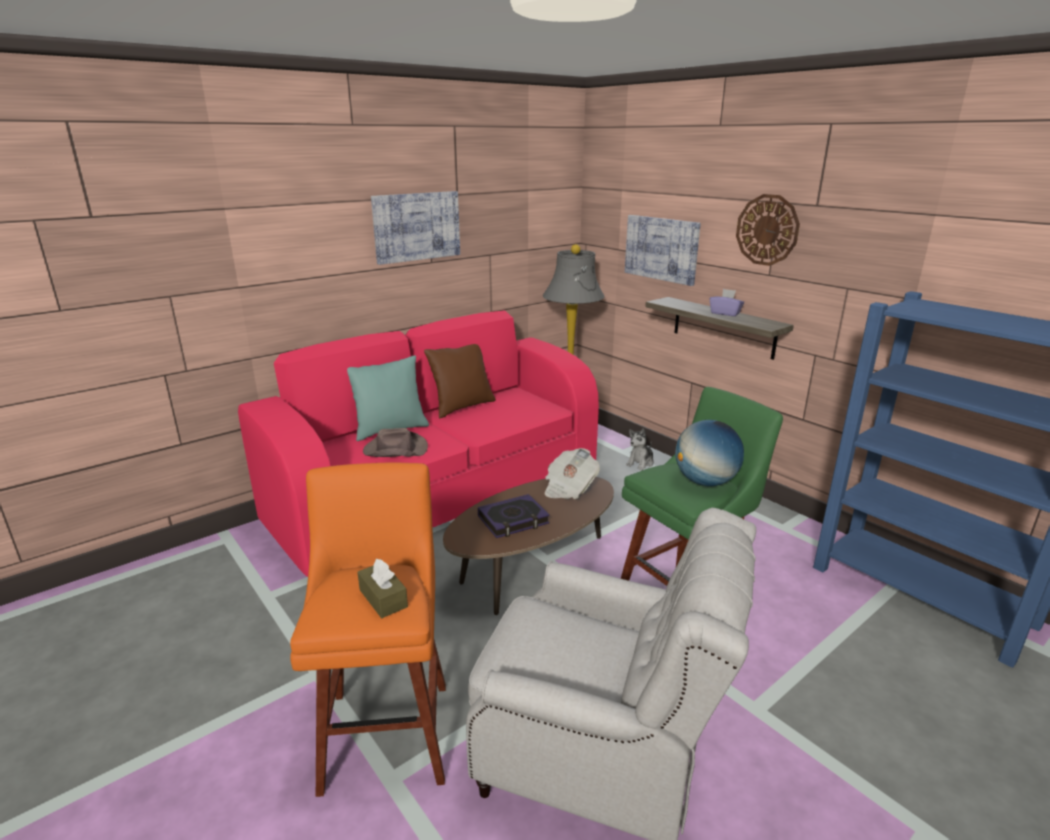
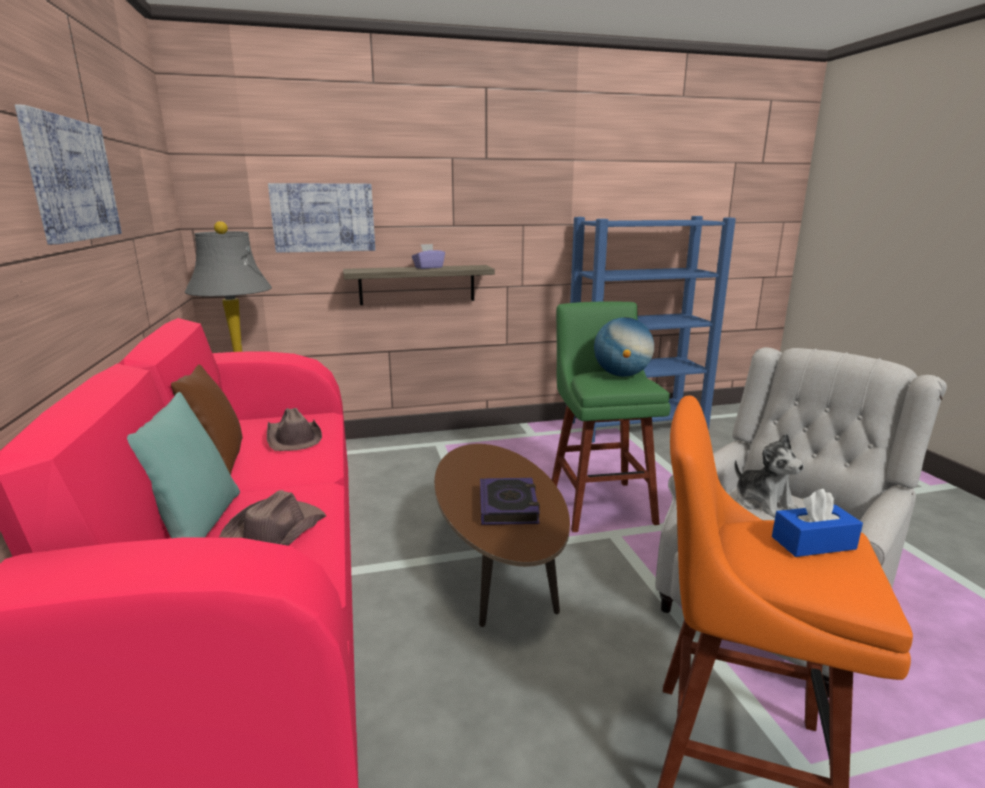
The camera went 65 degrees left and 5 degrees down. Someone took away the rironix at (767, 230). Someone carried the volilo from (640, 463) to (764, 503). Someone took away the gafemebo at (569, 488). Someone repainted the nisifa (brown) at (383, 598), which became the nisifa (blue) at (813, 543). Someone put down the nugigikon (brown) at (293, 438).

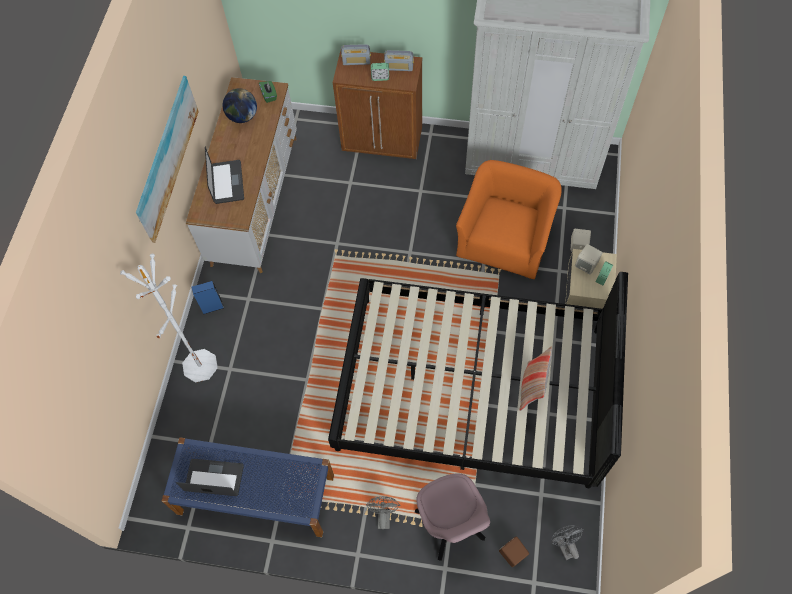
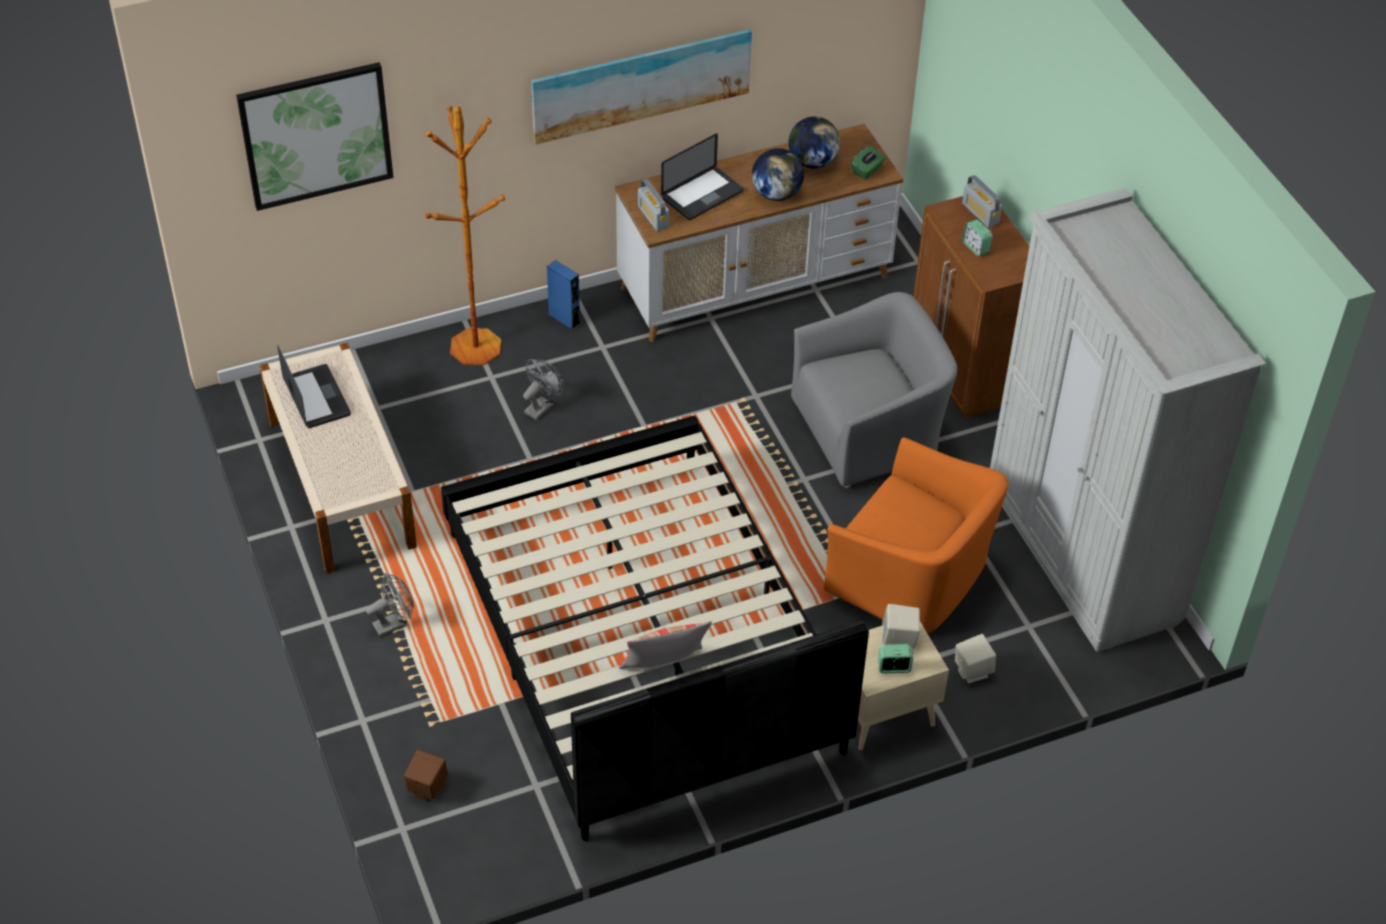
The camera went 55 degrees right and 15 degrees down. Someone carried the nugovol from (399, 67) to (653, 217). Someone rotated the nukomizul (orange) at (504, 240) by 45 degrees clockwise. Someone repainted the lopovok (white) at (200, 365), which became the lopovok (orange) at (476, 346). Someone repainted the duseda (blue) at (255, 495), which became the duseda (beige) at (340, 483). Someone took away the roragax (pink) at (450, 525). Someone carried the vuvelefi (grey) from (564, 545) to (541, 406). Someone put up the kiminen at (316, 135). Someone put down the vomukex at (776, 194). Someone put down the nukomizul (grey) at (868, 431).

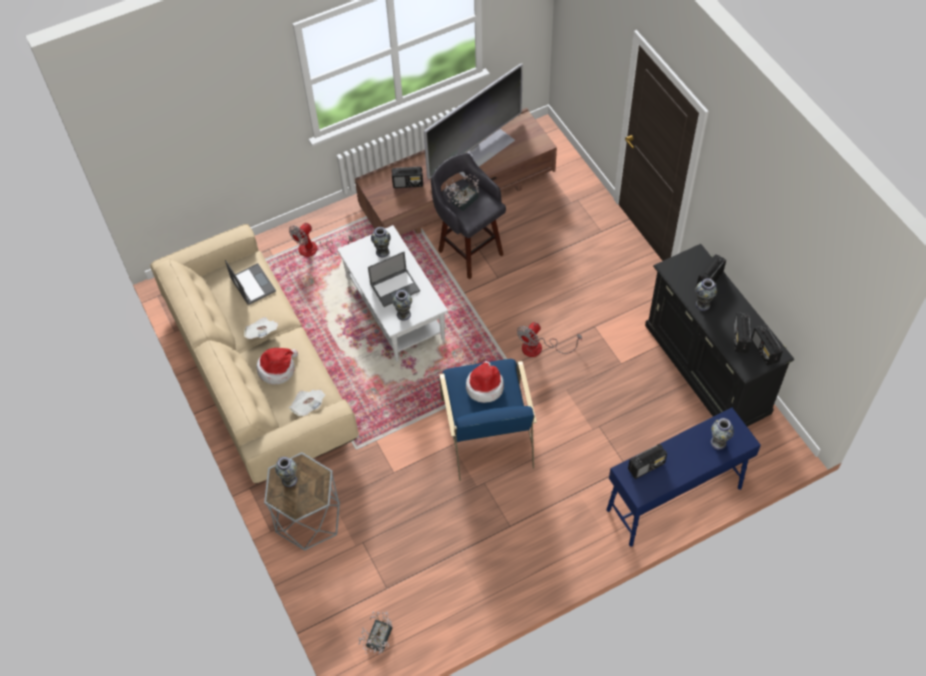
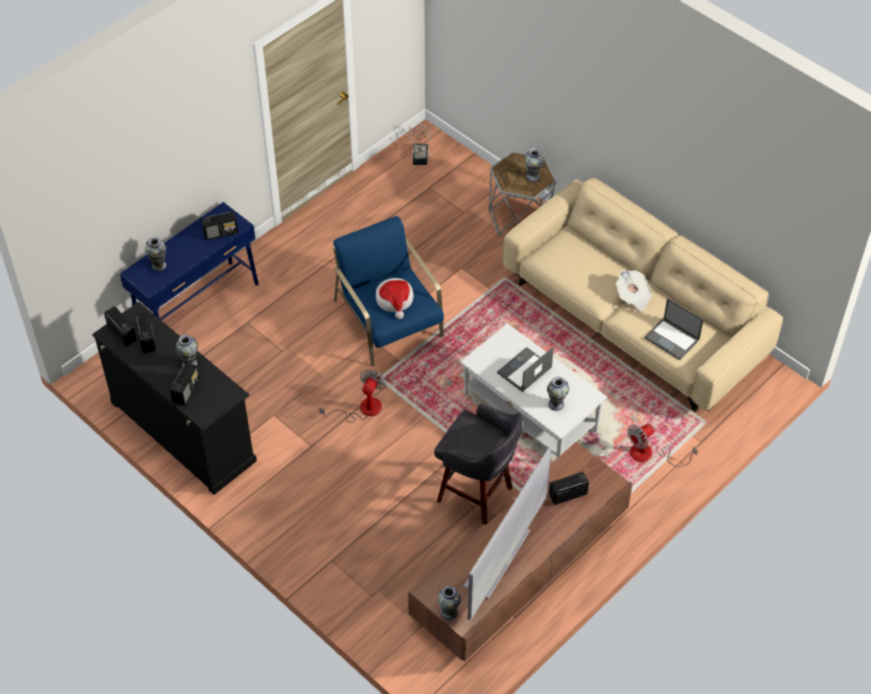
The camera went 160 degrees right and 5 degrees down. Someone took away the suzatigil at (462, 202). Someone rotated the vuvelefi at (315, 249) by 150 degrees counterclockwise. Someone carried the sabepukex from (403, 314) to (449, 612). Someone took away the nugigikon at (277, 369). Someone took away the gafemebo at (308, 406). Someone rotated the nugovol at (646, 466) by 150 degrees counterclockwise.

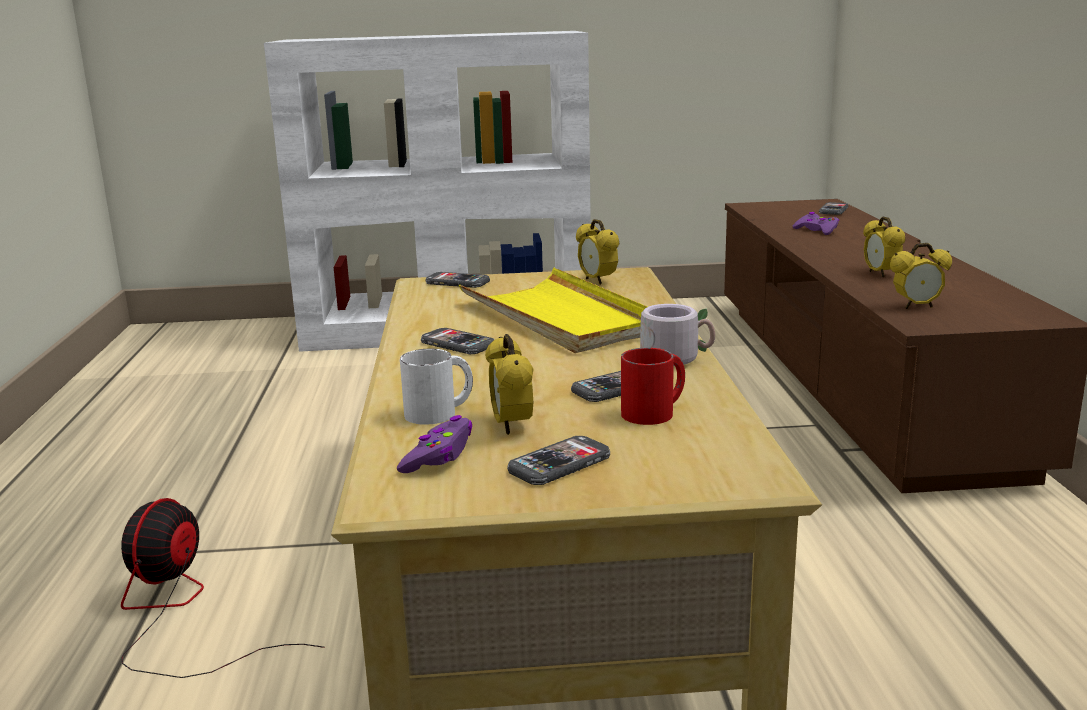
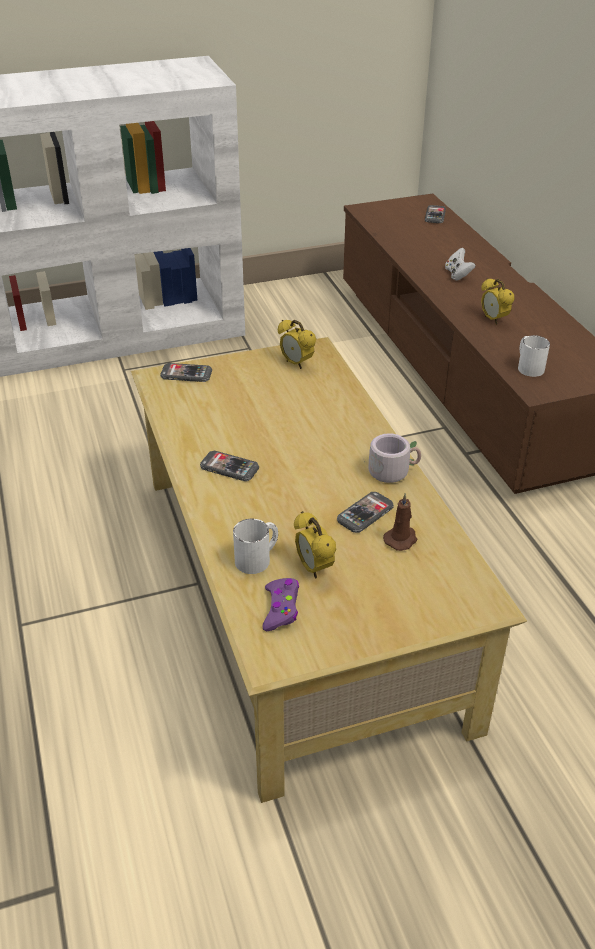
The camera went 15 degrees left and 20 degrees up. Someone took away the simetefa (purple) at (816, 230). Someone swapped the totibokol at (916, 307) for the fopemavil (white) at (528, 366). Someone took away the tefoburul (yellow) at (562, 317). Someone swapped the fopemavil (red) at (655, 412) for the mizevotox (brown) at (401, 539). Someone took away the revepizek at (559, 464). Someone took away the vuvelefi at (180, 614). Someone put down the simetefa (white) at (457, 275).

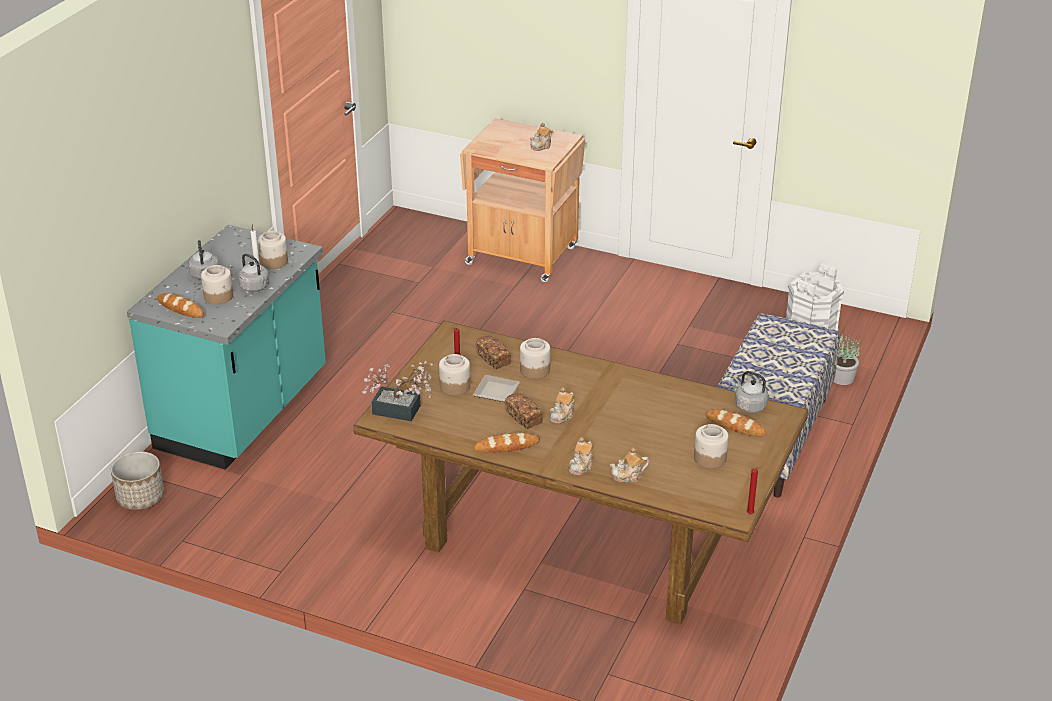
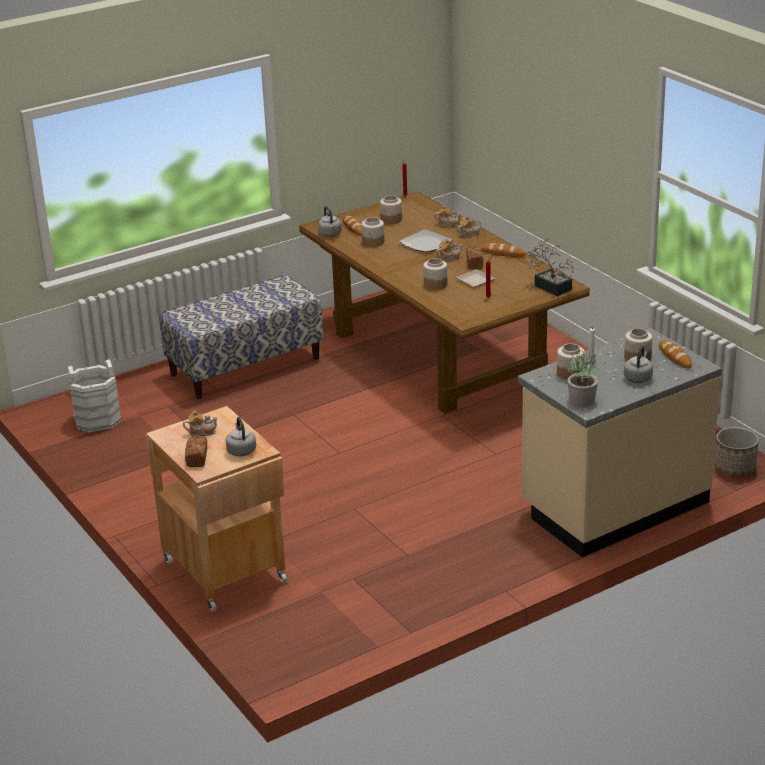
The camera went 145 degrees left and 5 degrees down. Someone repainted the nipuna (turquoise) at (244, 413), which became the nipuna (beige) at (614, 505). Someone carried the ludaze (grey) from (256, 287) to (241, 450). Someone carried the suzatigil from (842, 378) to (582, 400). Someone carried the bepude from (493, 359) to (197, 458). Someone carried the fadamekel from (454, 386) to (373, 242). Someone put down the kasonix at (425, 243).

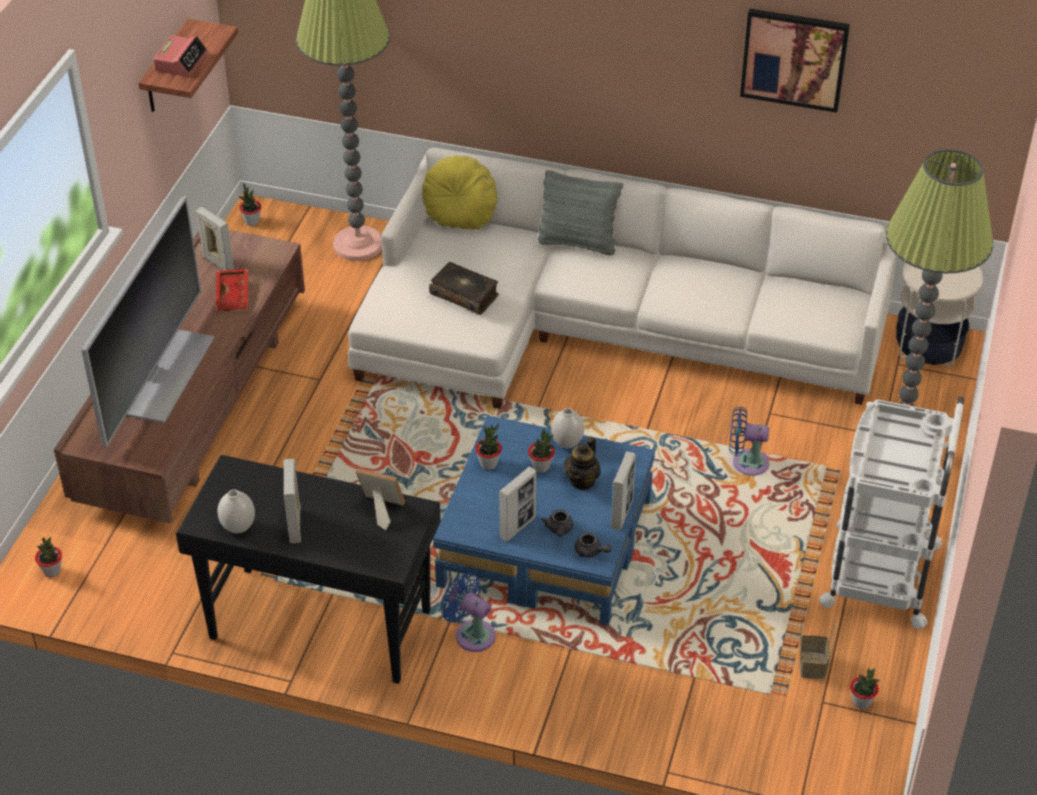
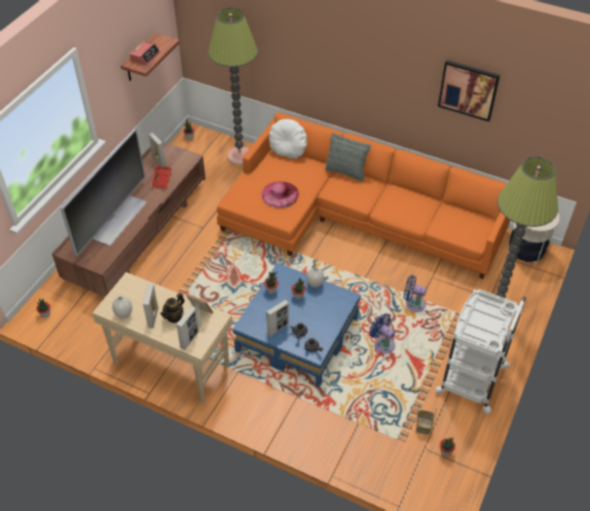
The camera went 10 degrees right and 5 degrees up. Someone repainted the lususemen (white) at (601, 325), which became the lususemen (orange) at (354, 216). Someone repainted the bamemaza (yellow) at (460, 220), which became the bamemaza (white) at (288, 152). Someone swapped the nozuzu at (465, 294) for the nugigikon (pink) at (280, 194). Someone carried the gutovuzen from (582, 481) to (174, 316). Someone carried the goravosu from (622, 514) to (189, 339). Someone repainted the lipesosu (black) at (319, 625), which became the lipesosu (beige) at (170, 364). Someone carried the vuvelefi (blue) from (471, 633) to (383, 344).

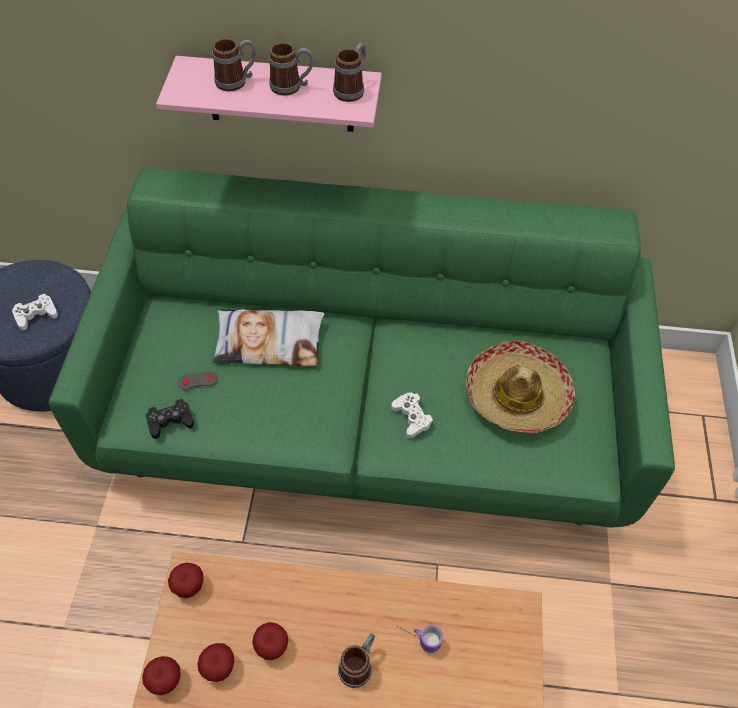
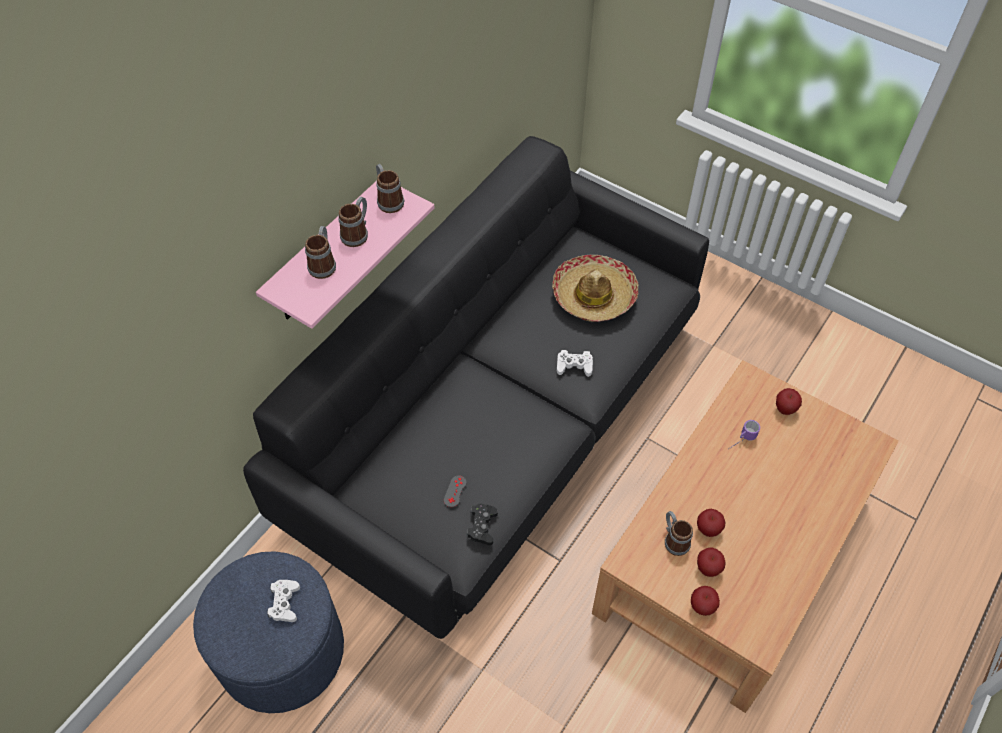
The camera went 60 degrees left and 0 degrees up. Someone repainted the lususemen (green) at (367, 418), which became the lususemen (black) at (499, 424). Someone took away the bamemaza at (269, 342). Someone carried the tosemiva from (189, 587) to (785, 409). Someone carried the fopemavil from (359, 664) to (674, 539).

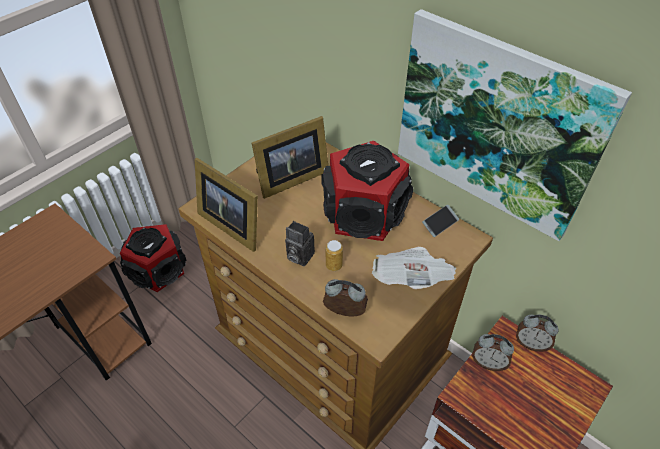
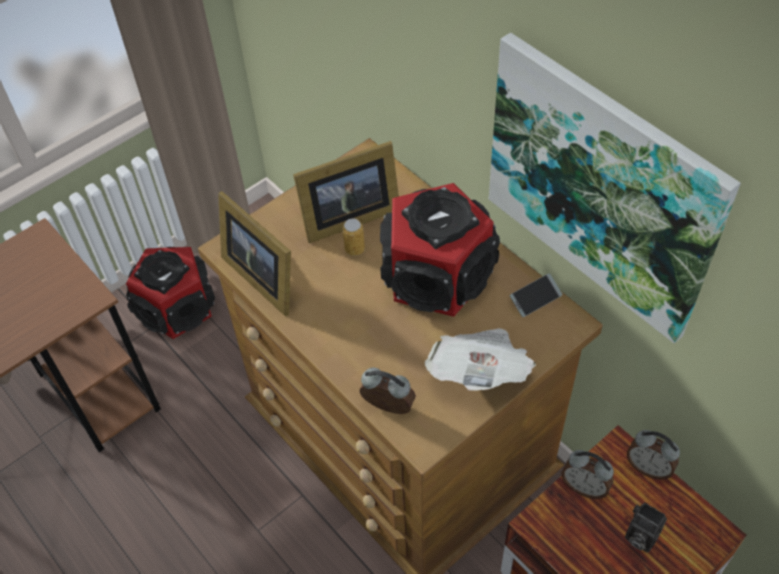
The camera went 10 degrees right and 5 degrees up. Someone carried the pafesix from (298, 256) to (639, 536). Someone carried the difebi from (334, 265) to (354, 249).

